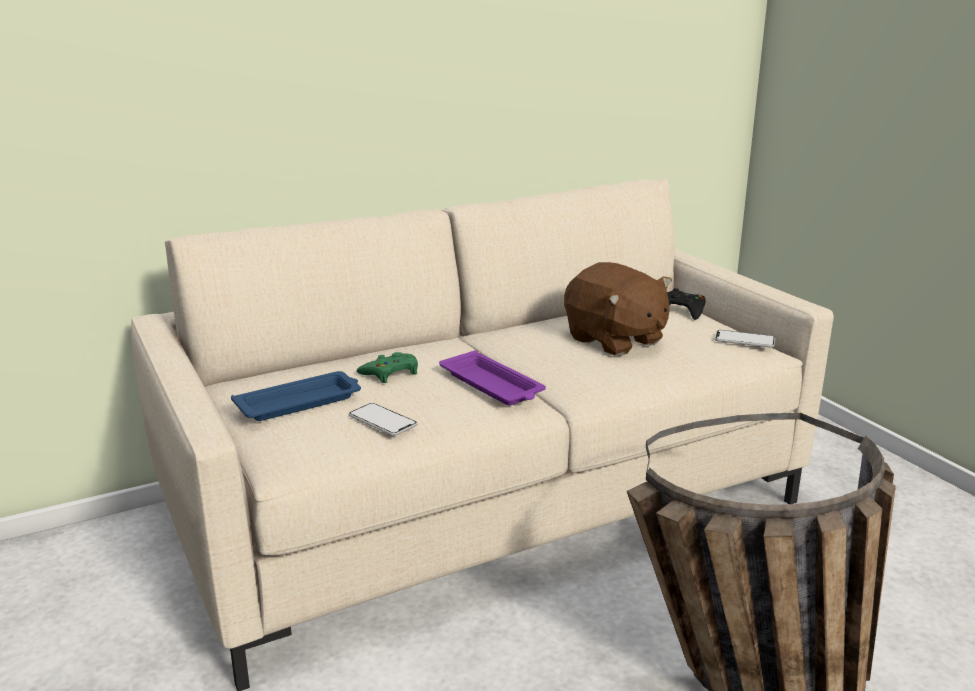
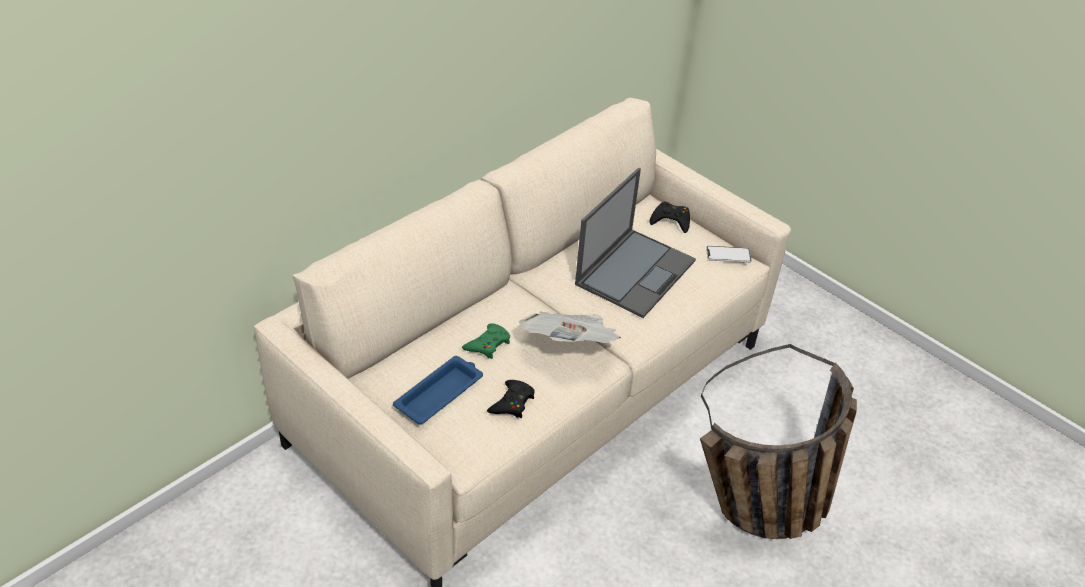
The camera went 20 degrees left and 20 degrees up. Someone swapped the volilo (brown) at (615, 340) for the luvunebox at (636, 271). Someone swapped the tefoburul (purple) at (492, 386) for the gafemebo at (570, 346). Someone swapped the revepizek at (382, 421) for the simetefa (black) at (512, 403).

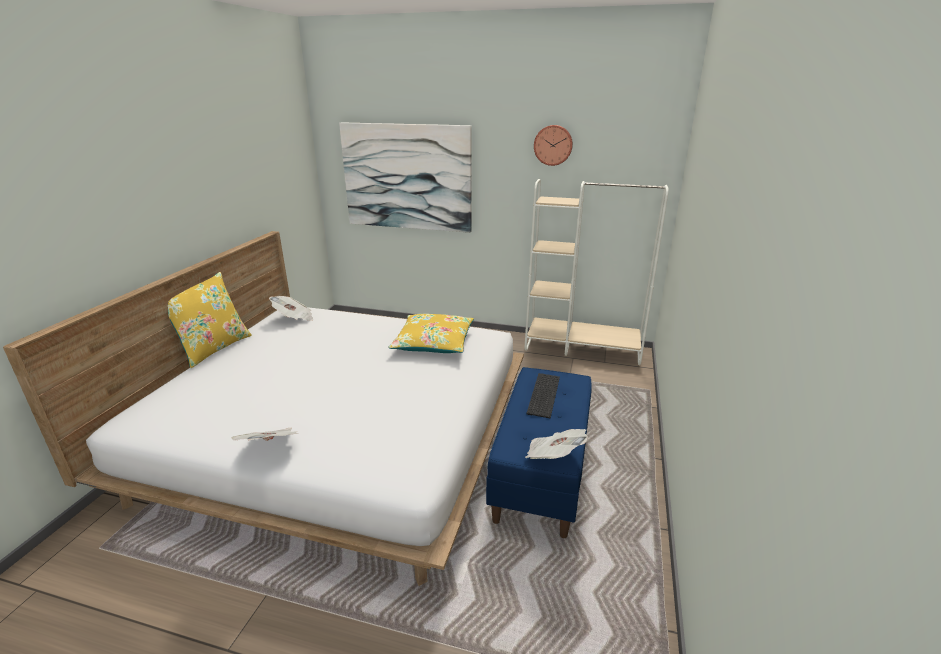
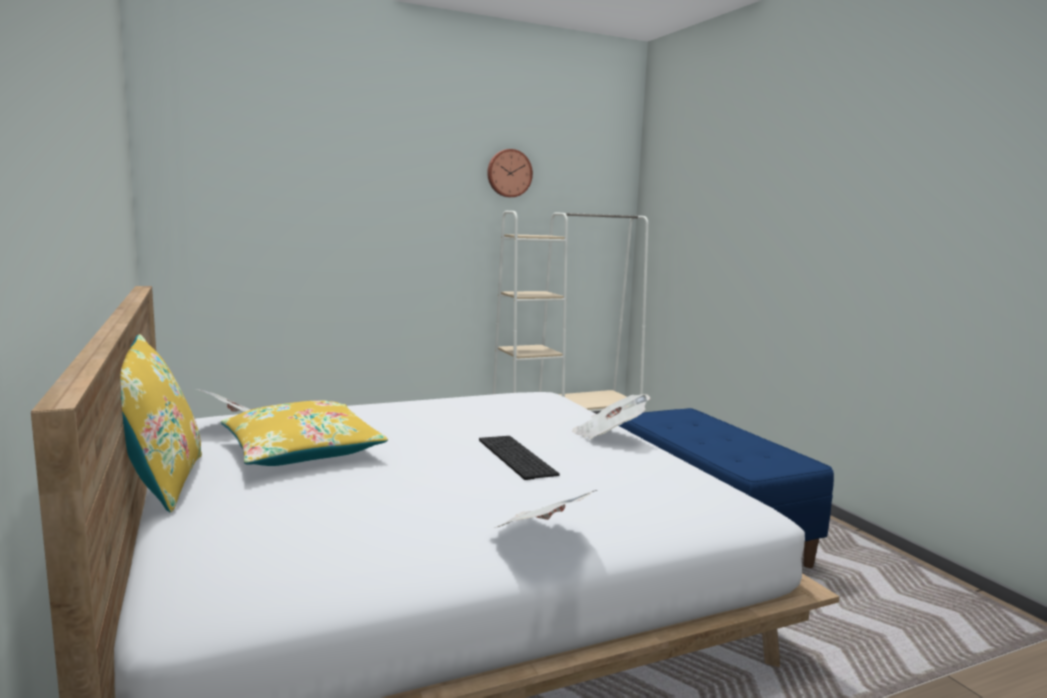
The camera went 40 degrees left and 15 degrees down. Someone took away the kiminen at (407, 177). Someone carried the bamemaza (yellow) from (433, 342) to (302, 451). Someone carried the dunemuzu from (542, 394) to (513, 456). Someone carried the gafemebo from (553, 456) to (609, 435).

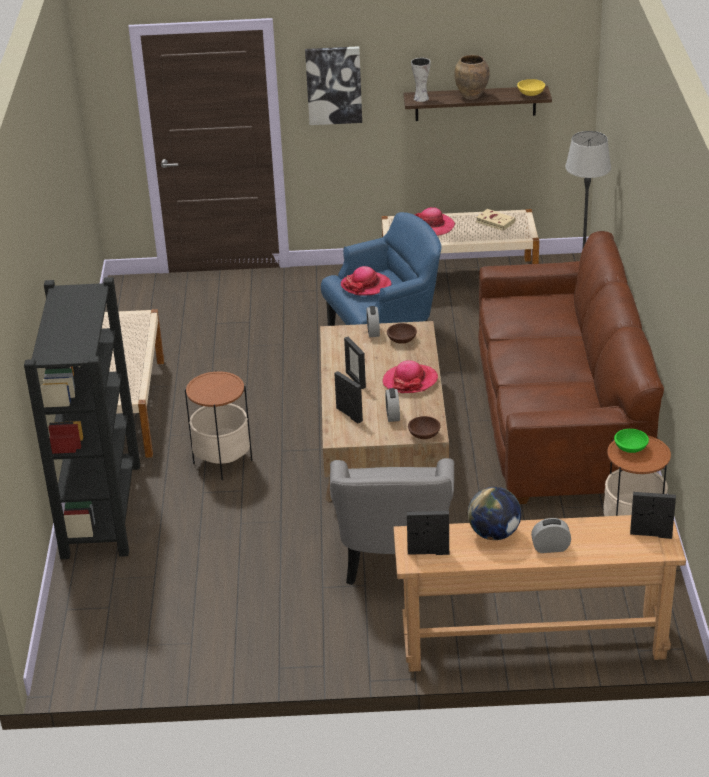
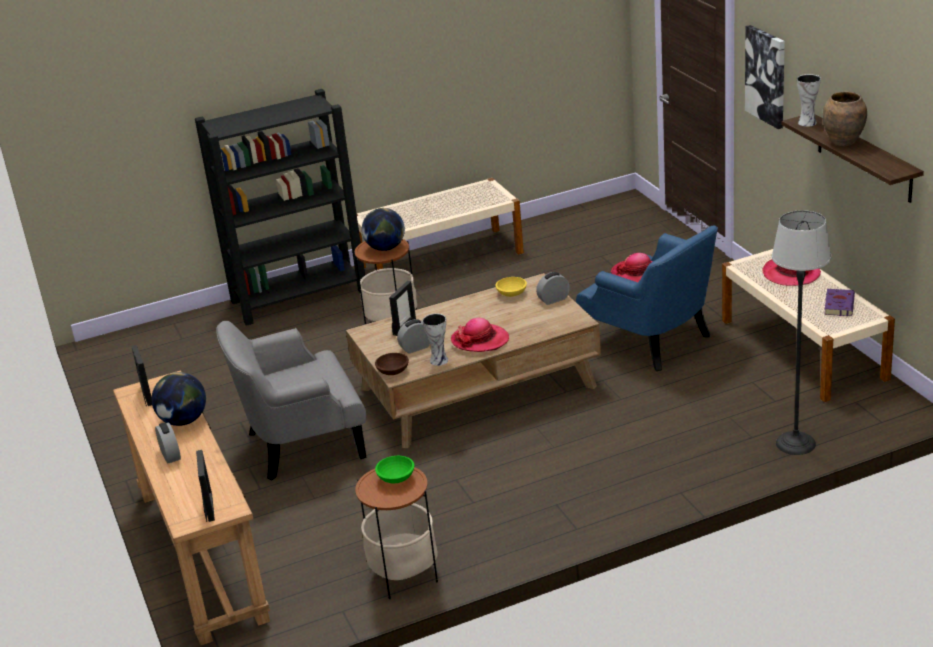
The camera went 70 degrees right and 5 degrees down. Someone carried the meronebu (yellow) from (530, 94) to (511, 293). Someone repainted the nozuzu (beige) at (494, 222), which became the nozuzu (purple) at (839, 304). Someone took away the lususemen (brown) at (558, 415). Someone took away the meronebu (brown) at (402, 340). Someone took away the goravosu at (356, 379). Someone put down the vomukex at (385, 248). Someone put down the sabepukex at (439, 360).

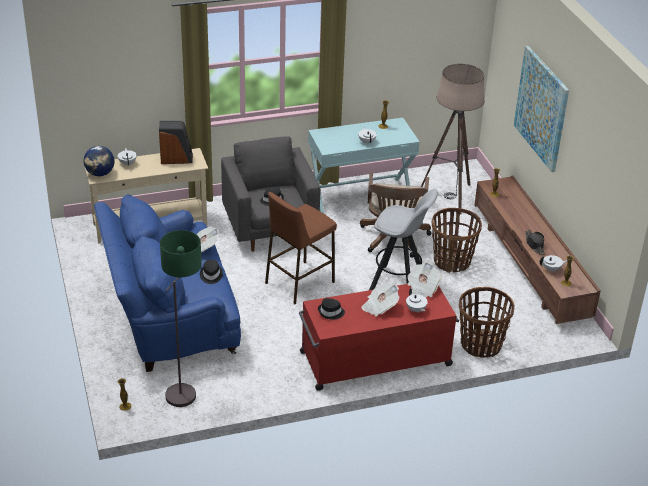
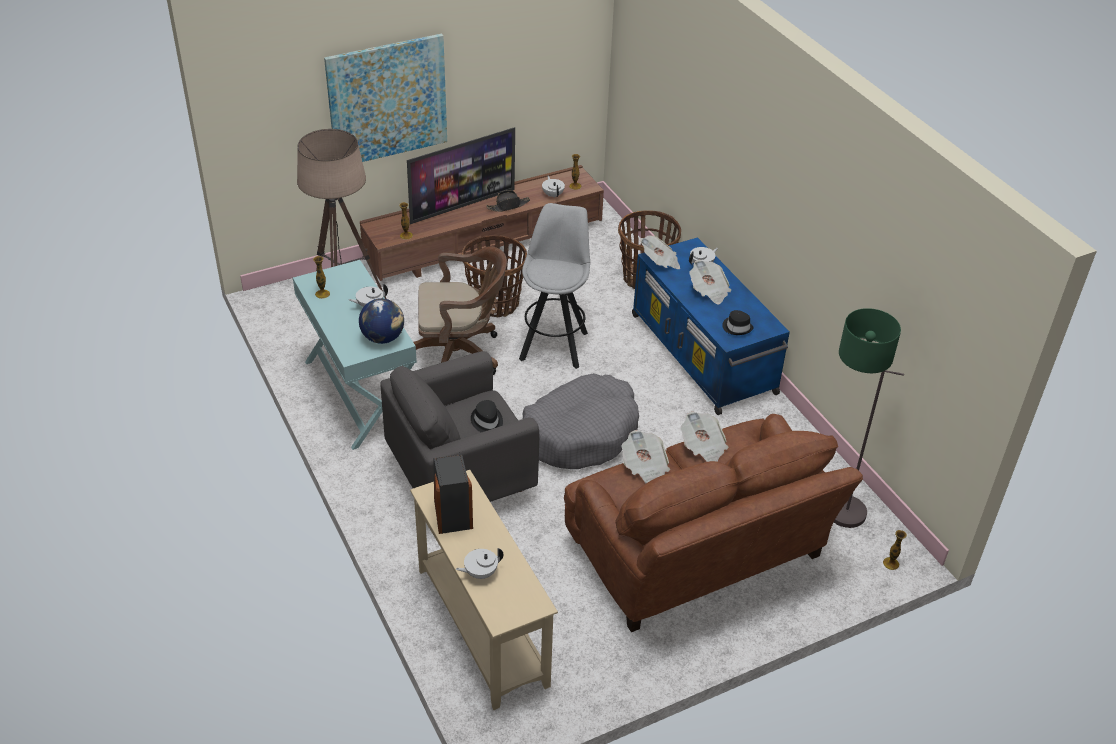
The camera went 100 degrees left and 5 degrees up. Someone carried the vomukex from (100, 173) to (383, 338). Someone swapped the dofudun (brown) at (299, 282) for the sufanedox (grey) at (580, 433). Someone repainted the lususemen (blue) at (169, 316), which became the lususemen (brown) at (699, 555). Someone swapped the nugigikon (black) at (211, 275) for the gafemebo at (703, 447). Someone repainted the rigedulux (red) at (374, 359), which became the rigedulux (blue) at (703, 354). Someone put down the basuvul at (462, 205).

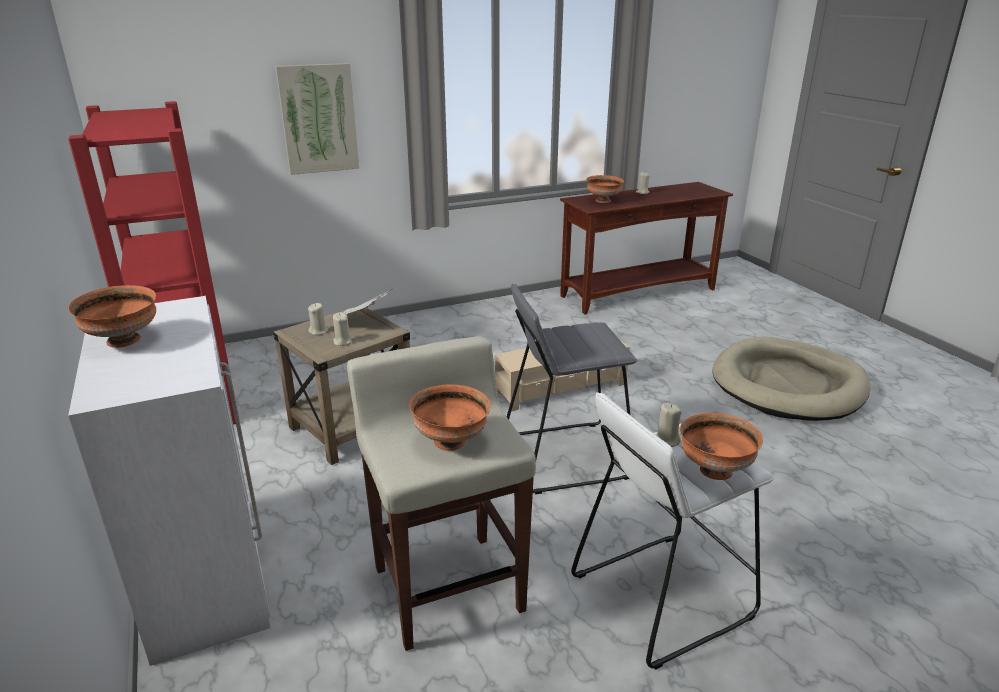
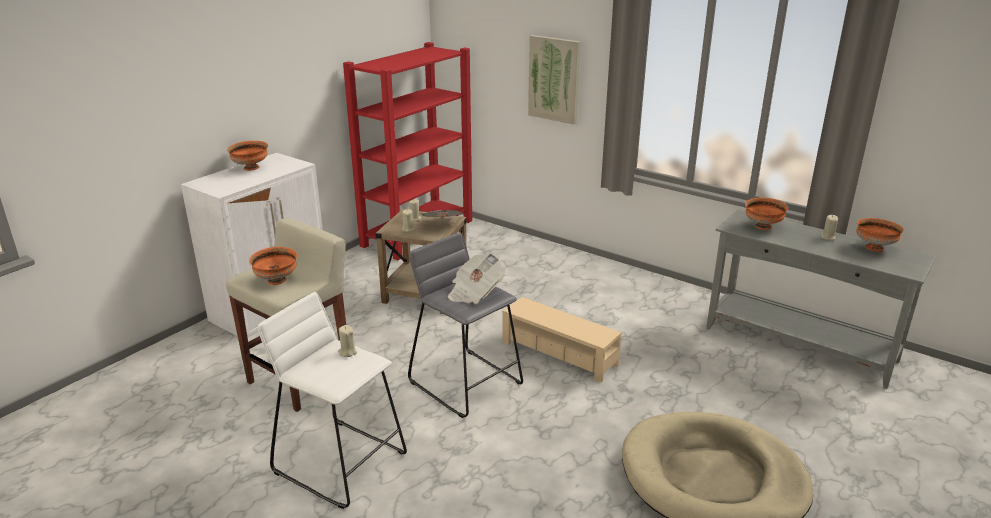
The camera went 60 degrees right and 0 degrees up. Someone repainted the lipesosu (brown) at (638, 292), which became the lipesosu (grey) at (800, 344). Someone carried the meronebu (orange) from (714, 470) to (874, 248). Someone put down the gafemebo at (475, 292).

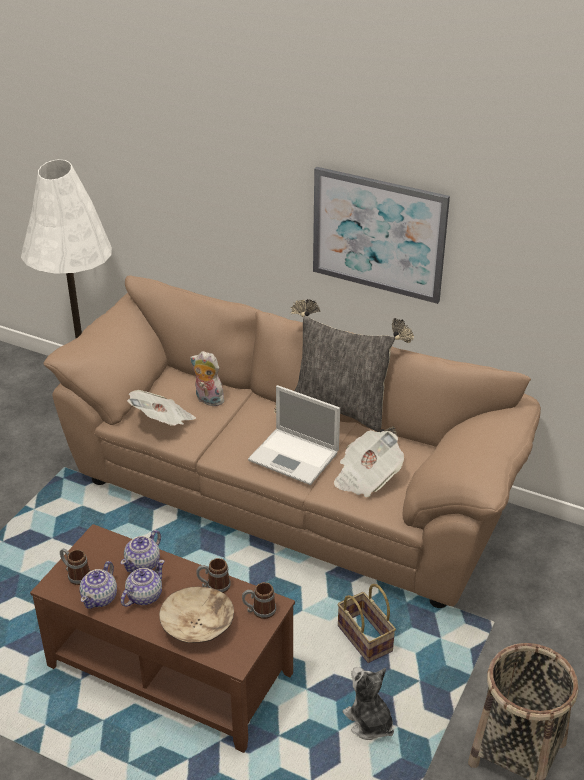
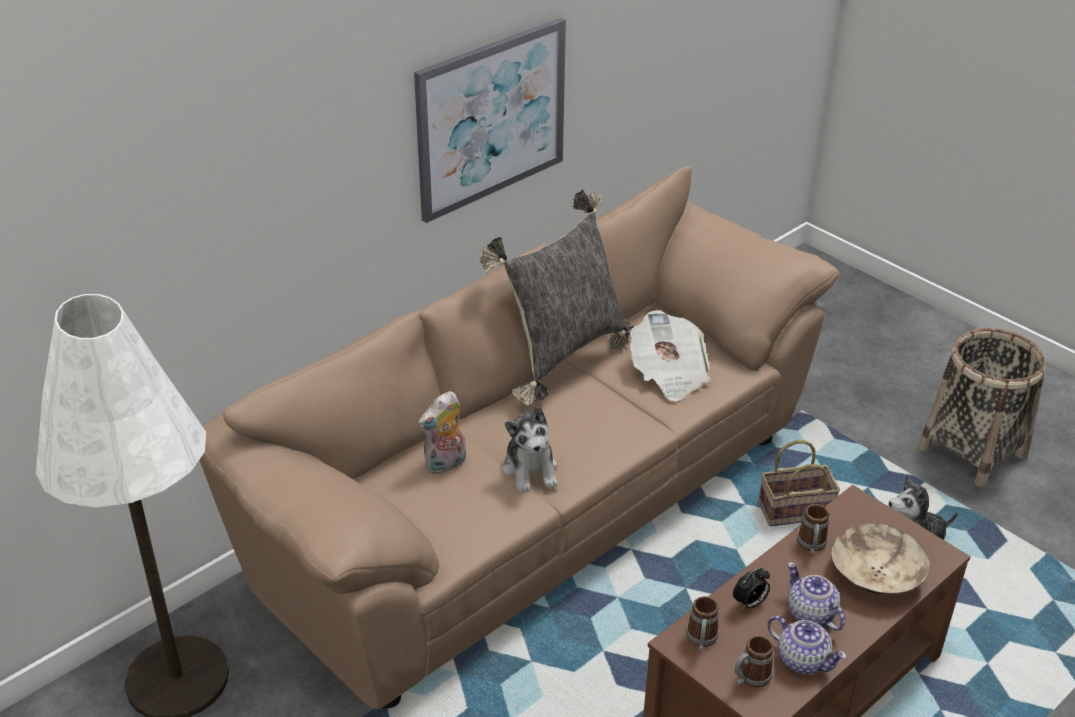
The camera went 70 degrees left and 0 degrees up. Someone took away the luvunebox at (295, 457). Someone took away the gafemebo at (163, 421). Someone swapped the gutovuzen at (143, 564) for the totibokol at (749, 603). Someone carried the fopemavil from (259, 611) to (701, 640). Someone put down the volilo at (530, 470).

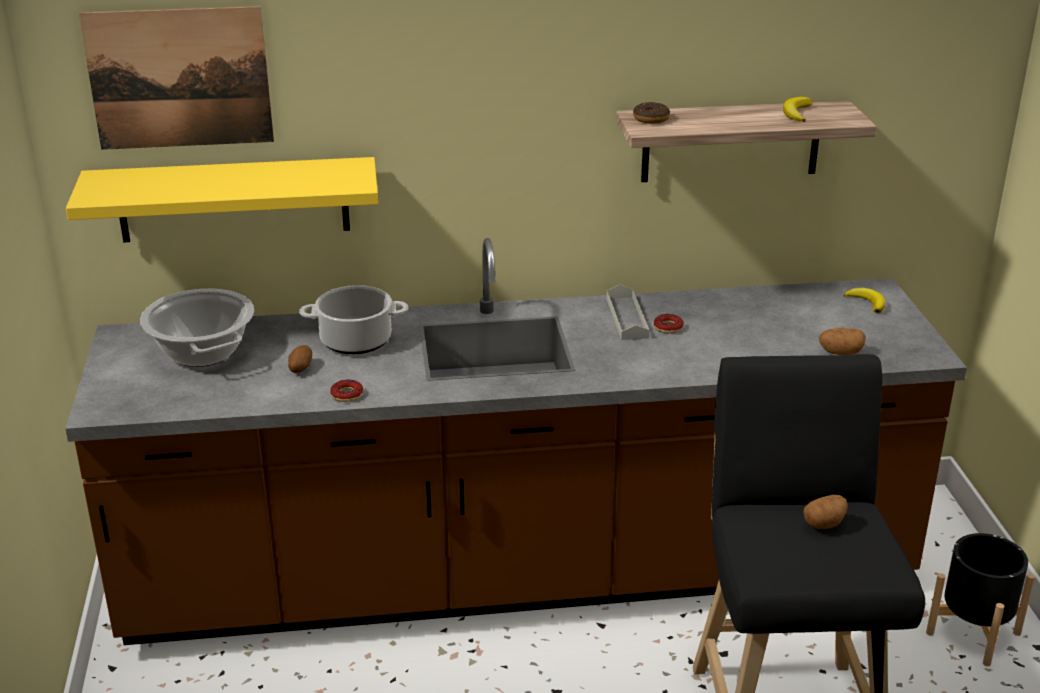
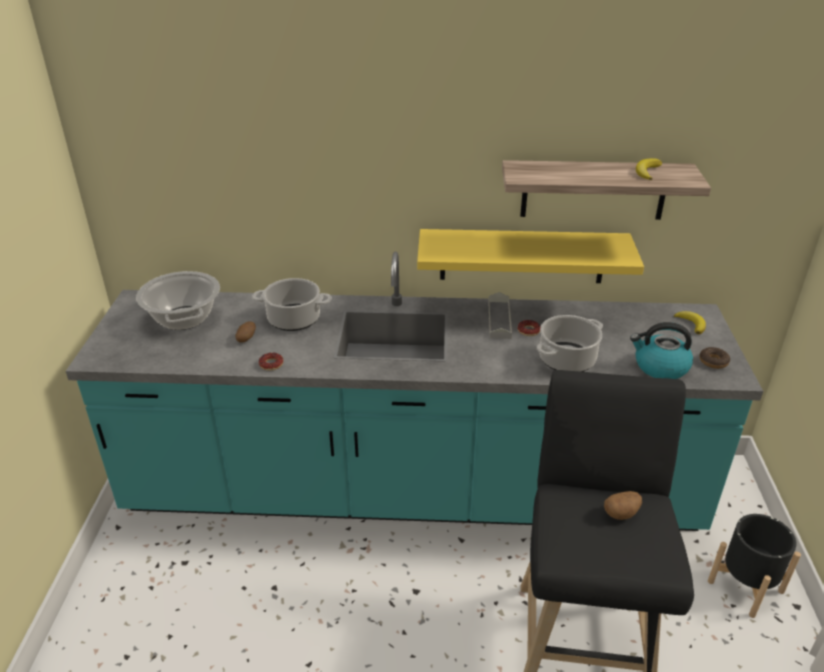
The camera went 10 degrees right and 5 degrees up. Someone took away the kiminen at (179, 78). Someone carried the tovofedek from (651, 119) to (713, 361). Someone carried the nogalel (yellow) from (233, 199) to (522, 256). Someone repainted the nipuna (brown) at (520, 577), which became the nipuna (turquoise) at (412, 493). Someone swapped the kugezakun at (840, 353) for the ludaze at (660, 367). Someone put down the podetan at (567, 359).

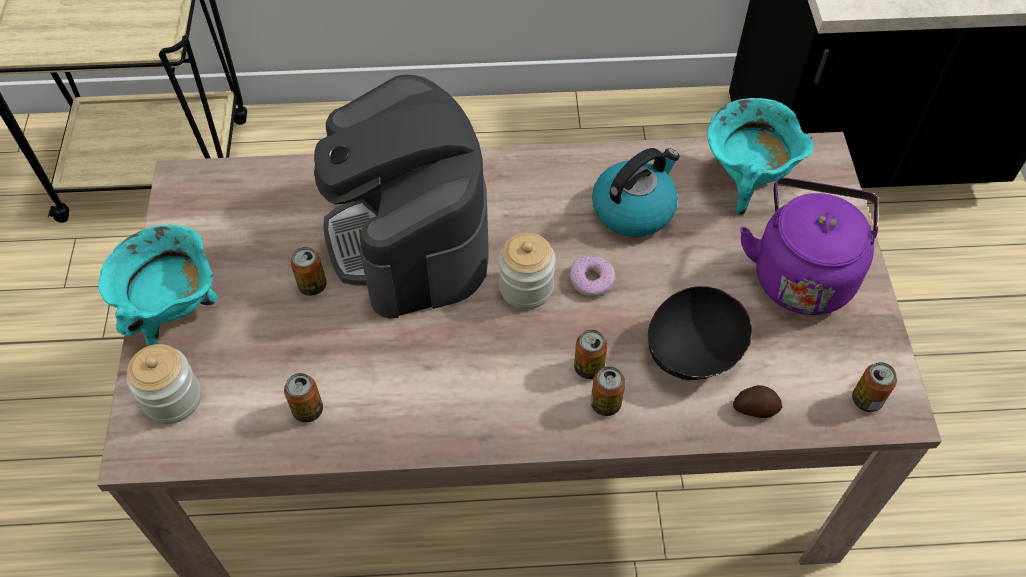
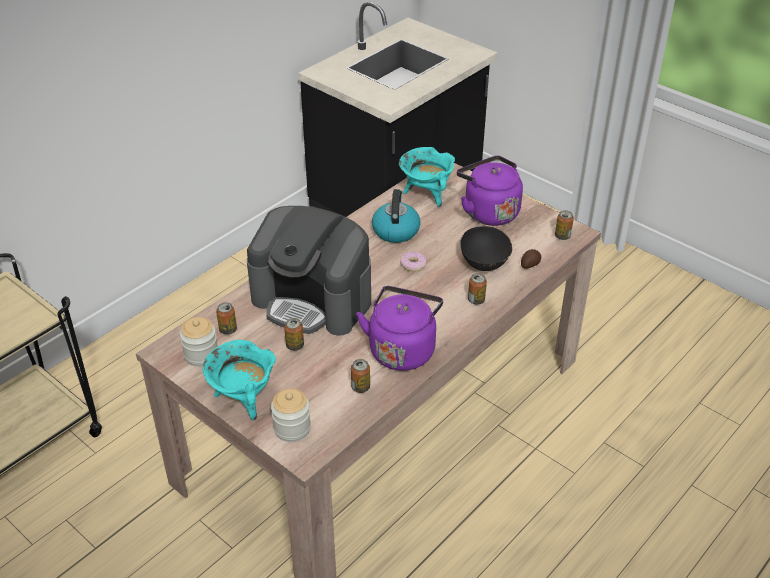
The camera went 45 degrees left and 15 degrees down. Someone carried the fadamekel from (526, 287) to (201, 355). Someone carried the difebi from (588, 367) to (228, 330). Someone put down the ludaze (purple) at (402, 349).

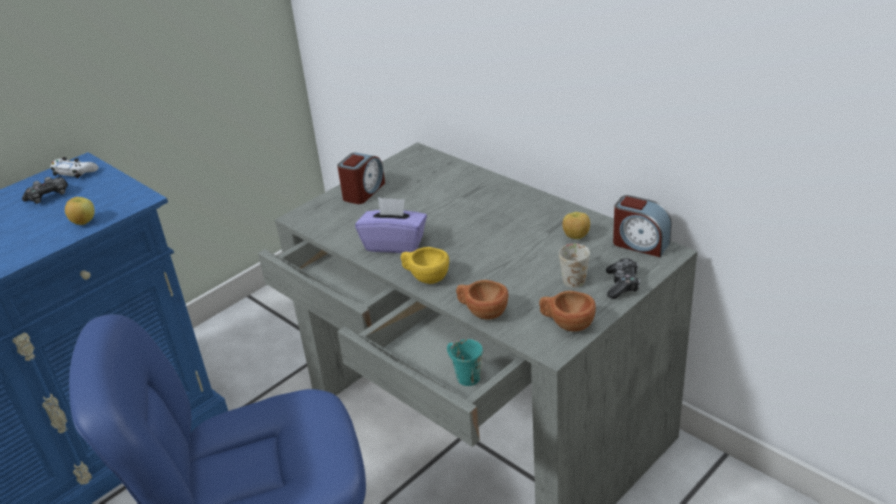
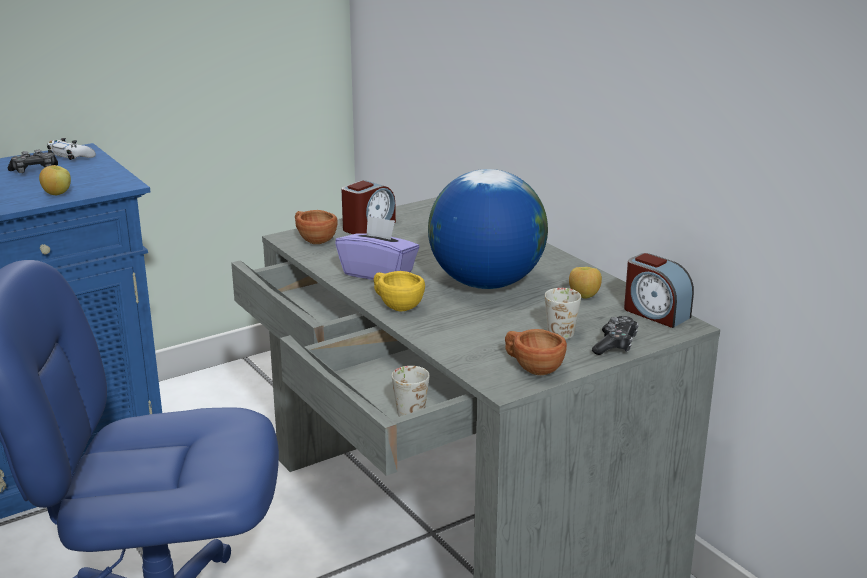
The camera went 10 degrees right and 10 degrees down. Someone carried the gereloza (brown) from (482, 312) to (313, 240). Someone repainted the fopemavil (turquoise) at (463, 374), which became the fopemavil (white) at (406, 409). Someone put down the vomukex at (486, 283).

